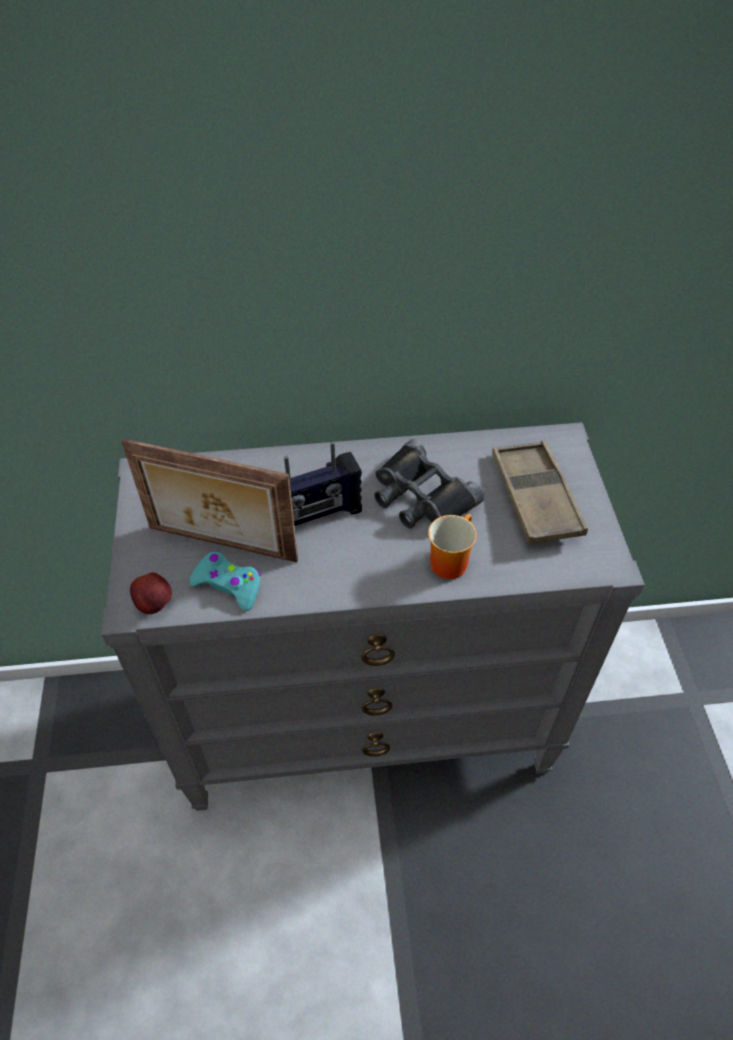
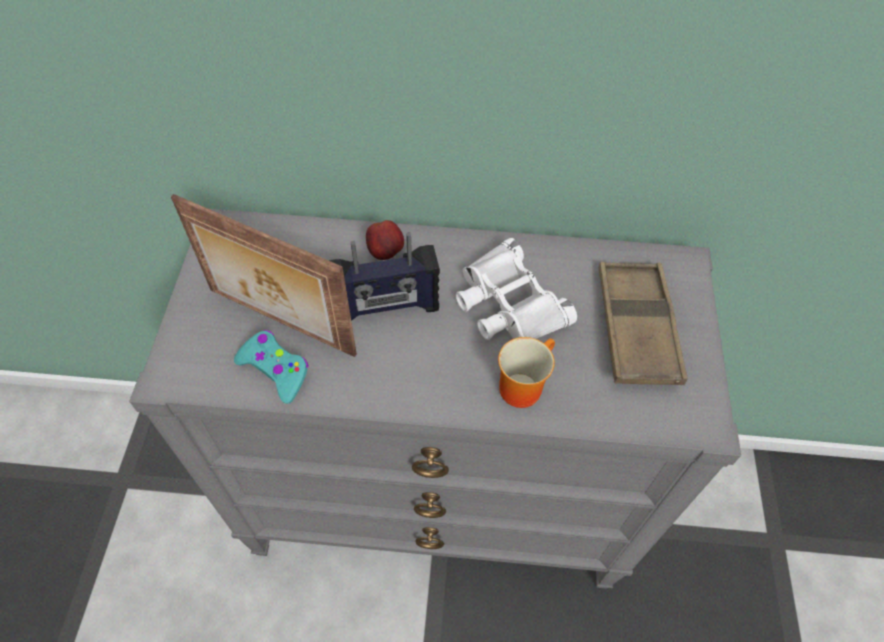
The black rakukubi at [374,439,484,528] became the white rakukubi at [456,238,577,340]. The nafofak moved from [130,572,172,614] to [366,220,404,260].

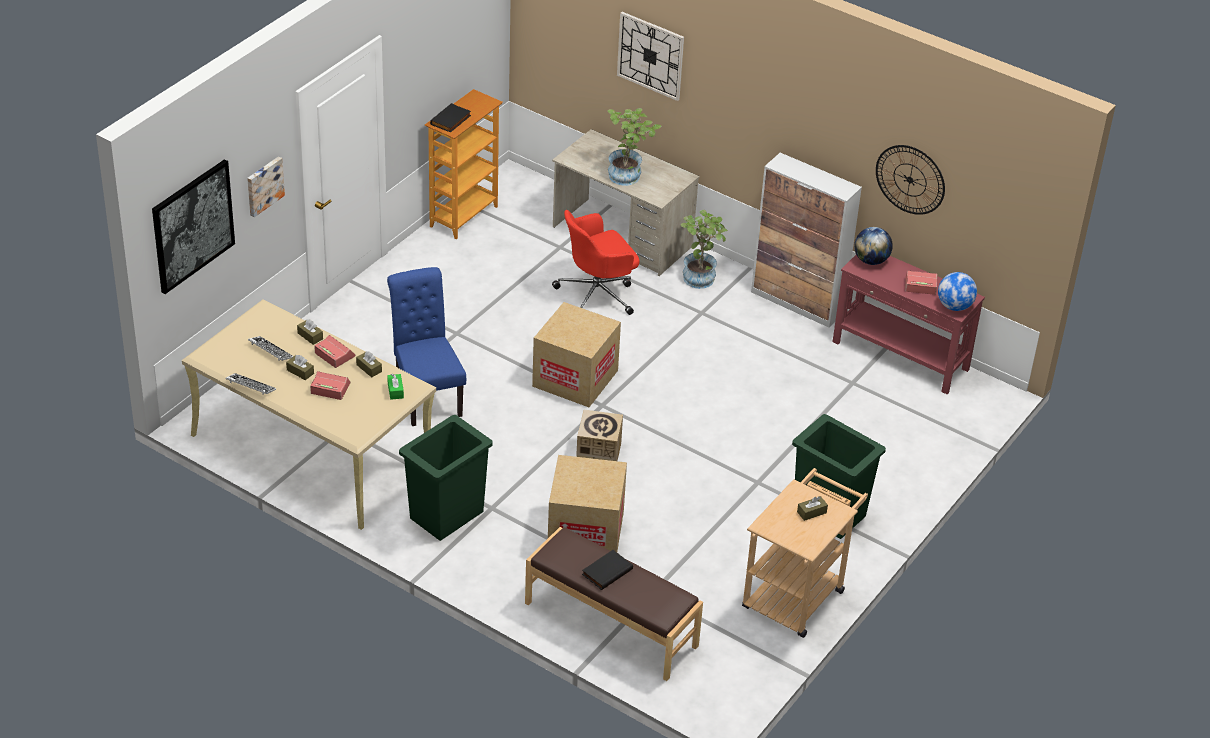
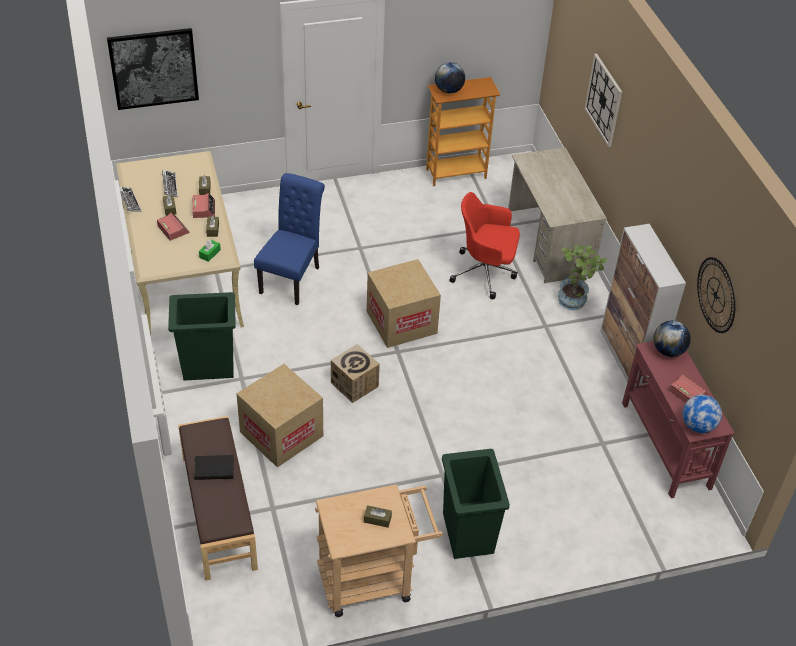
The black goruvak at [430,103,471,133] was replaced by the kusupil at [435,62,465,93]. The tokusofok at [607,108,661,186] disappeared. The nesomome at [247,156,285,217] disappeared.

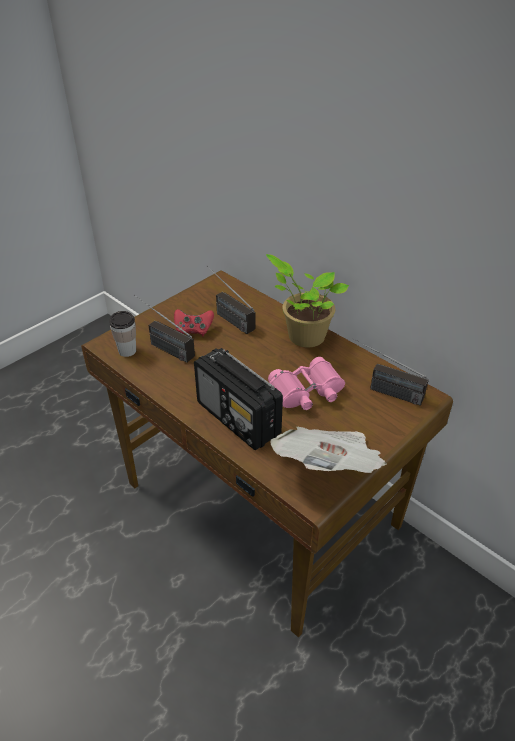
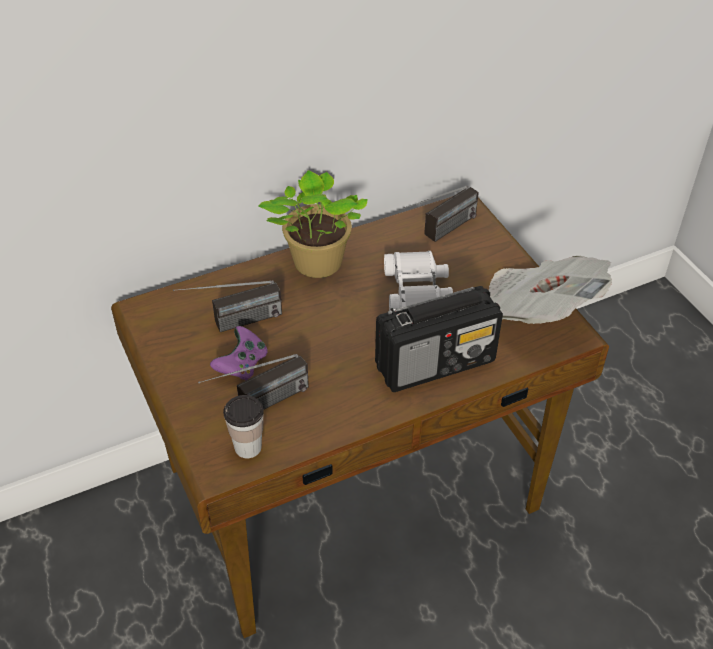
The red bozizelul at [174,309,214,337] became the purple bozizelul at [210,326,268,380]. The pink rakukubi at [268,357,345,410] became the white rakukubi at [384,251,453,311].

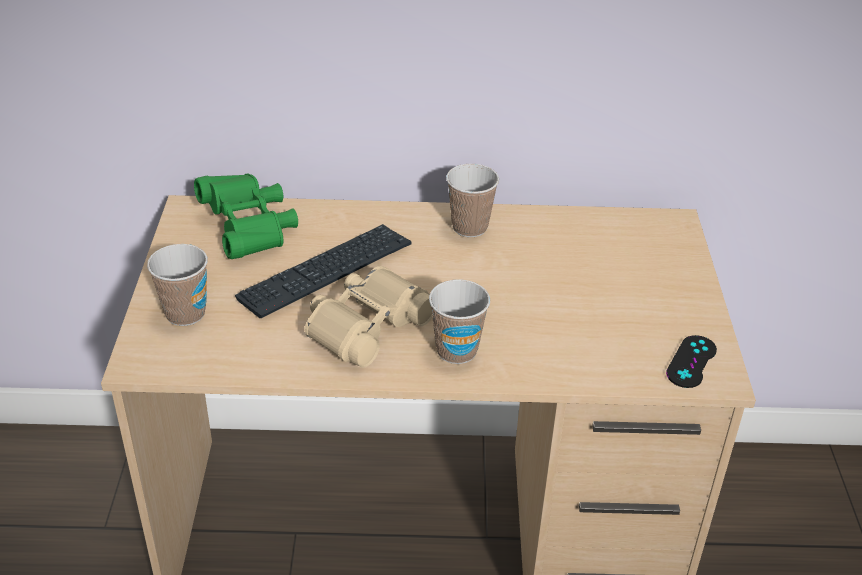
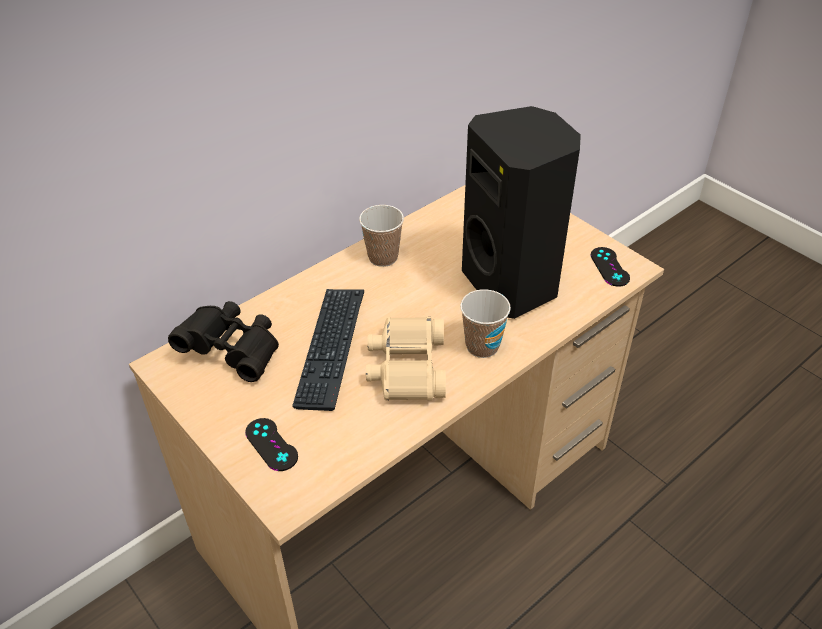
The green rakukubi at [194,174,298,259] became the black rakukubi at [168,301,279,382]. The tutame at [147,244,208,326] was replaced by the black bozizelul at [245,418,298,471]. The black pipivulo at [462,106,581,319] appeared.

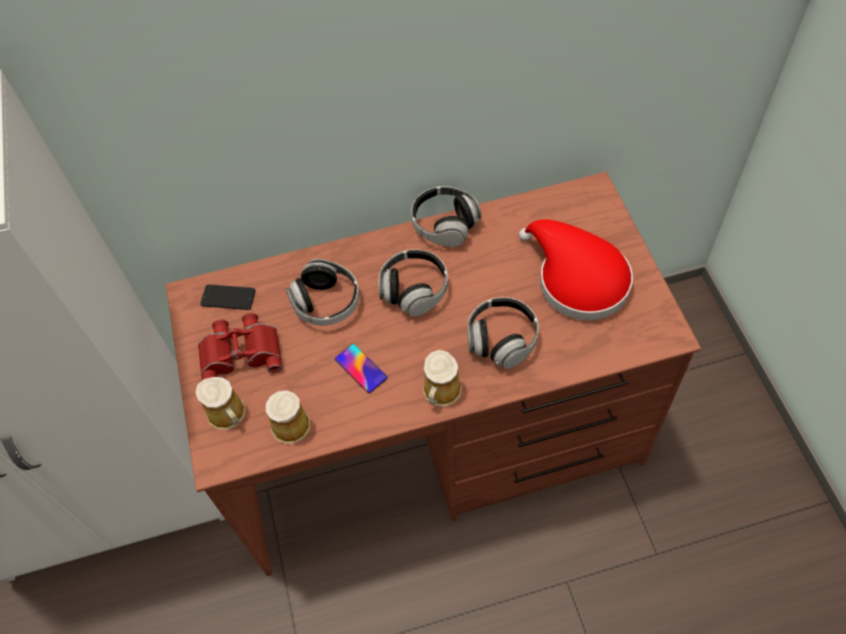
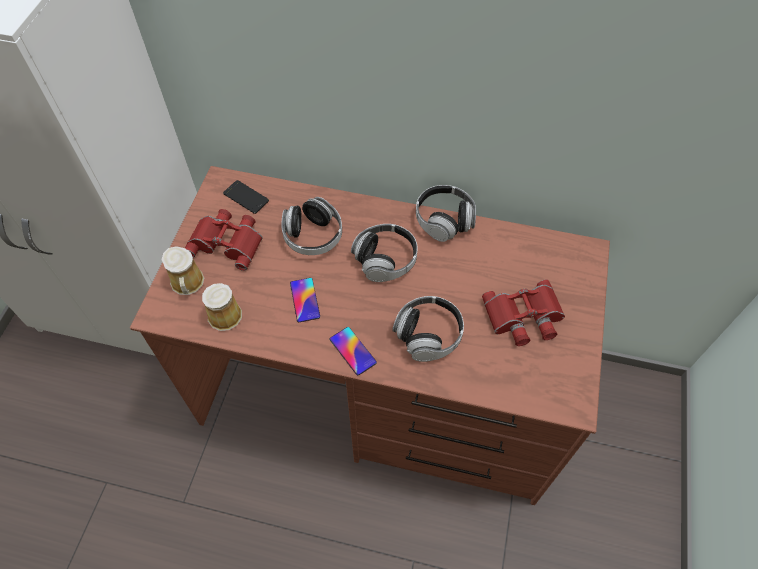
The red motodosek at [519,219,633,320] was replaced by the red rakukubi at [482,280,565,346]. The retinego at [423,350,462,407] was replaced by the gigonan at [330,327,377,375].

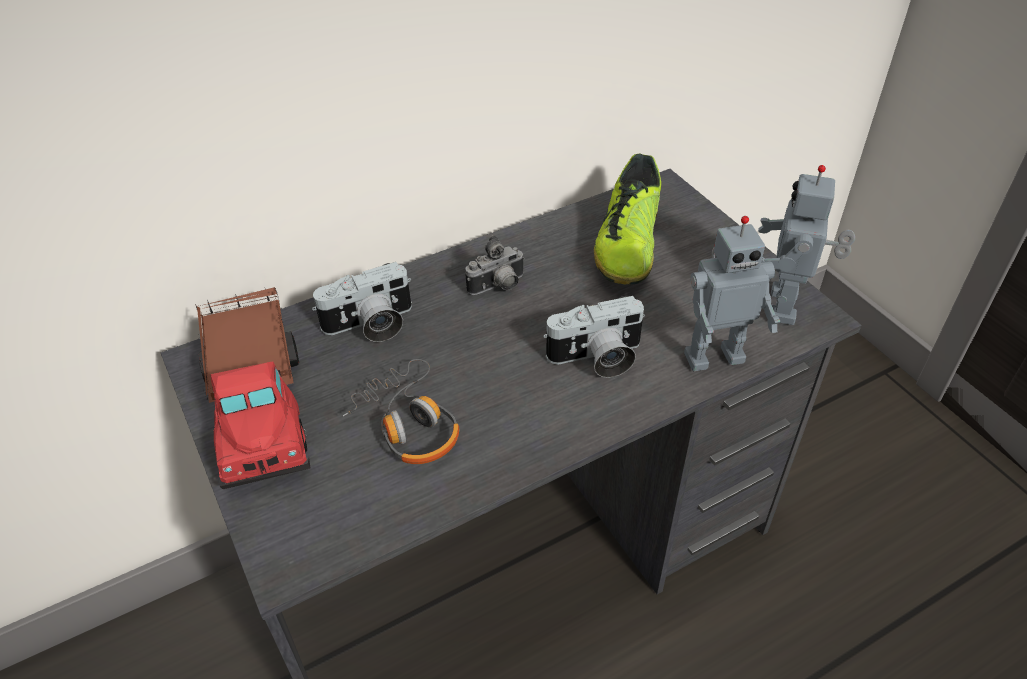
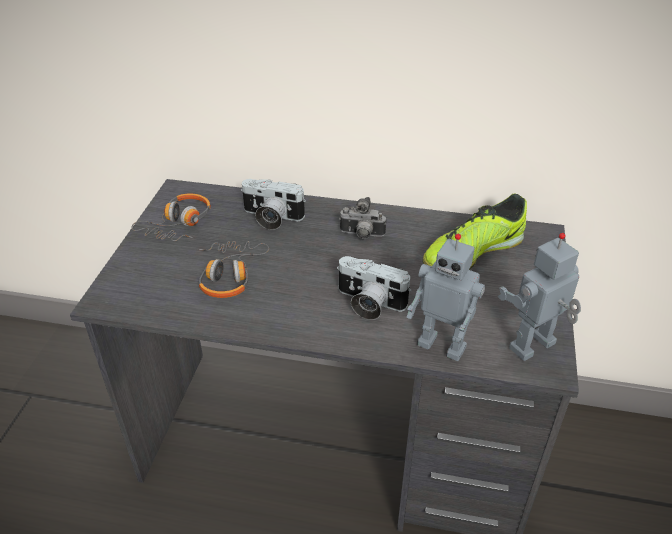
The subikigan at [196,287,310,489] was replaced by the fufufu at [131,194,211,241].

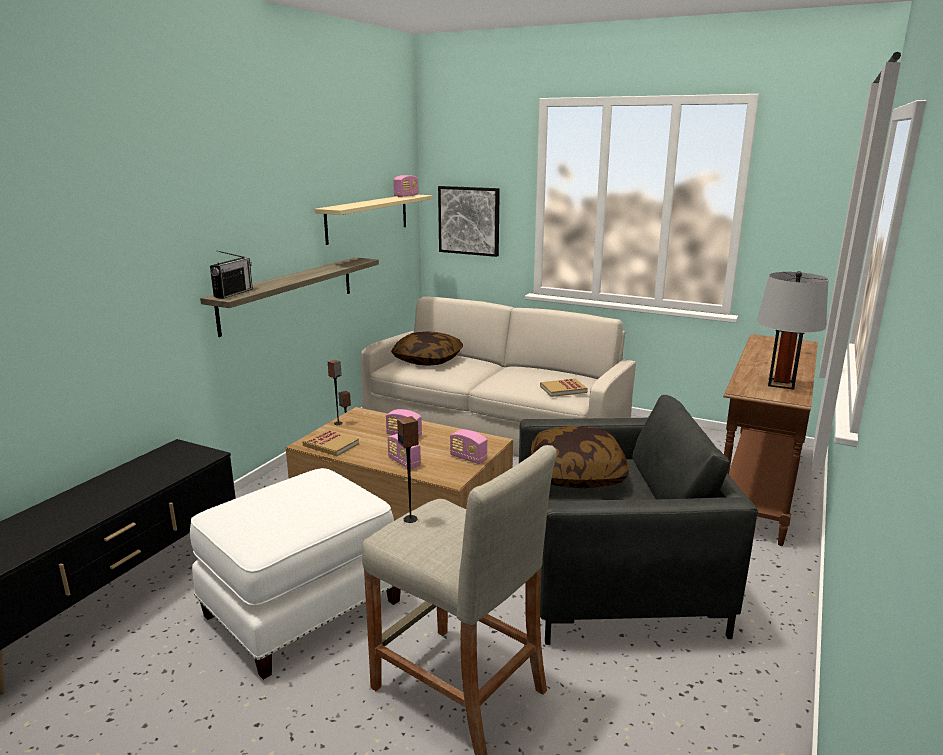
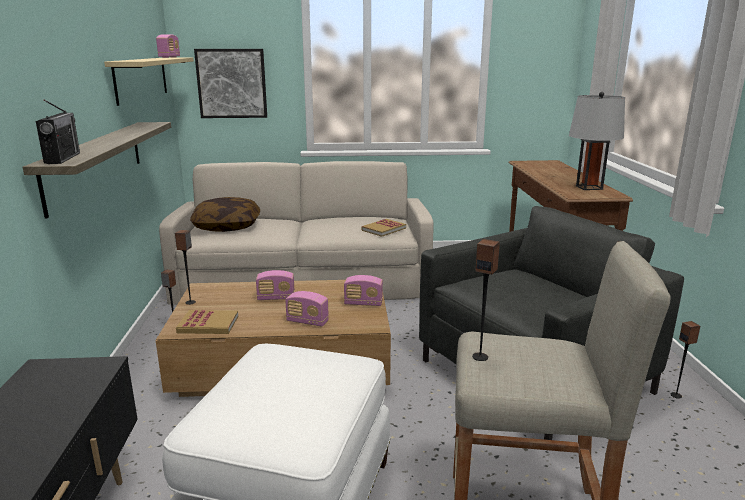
The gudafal at [531,426,629,488] disappeared. The pipivulo at [671,321,700,399] appeared.

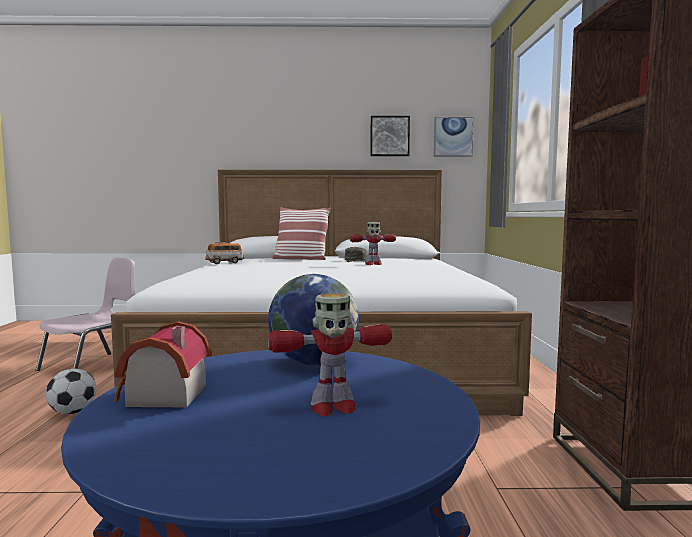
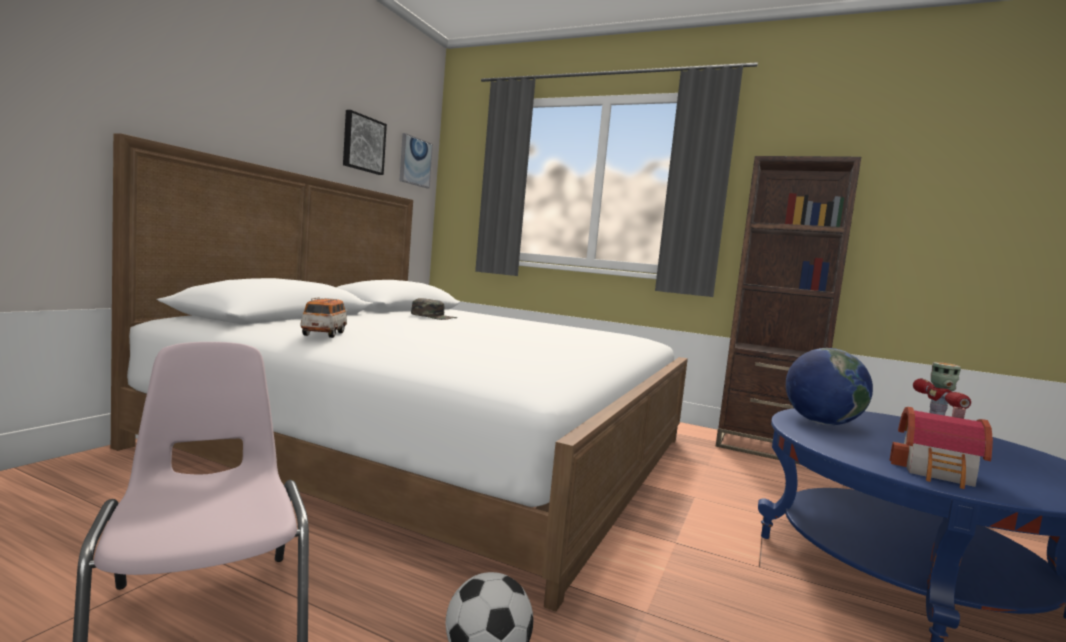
The gudafal at [272,207,331,260] disappeared. The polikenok at [350,222,396,265] disappeared.

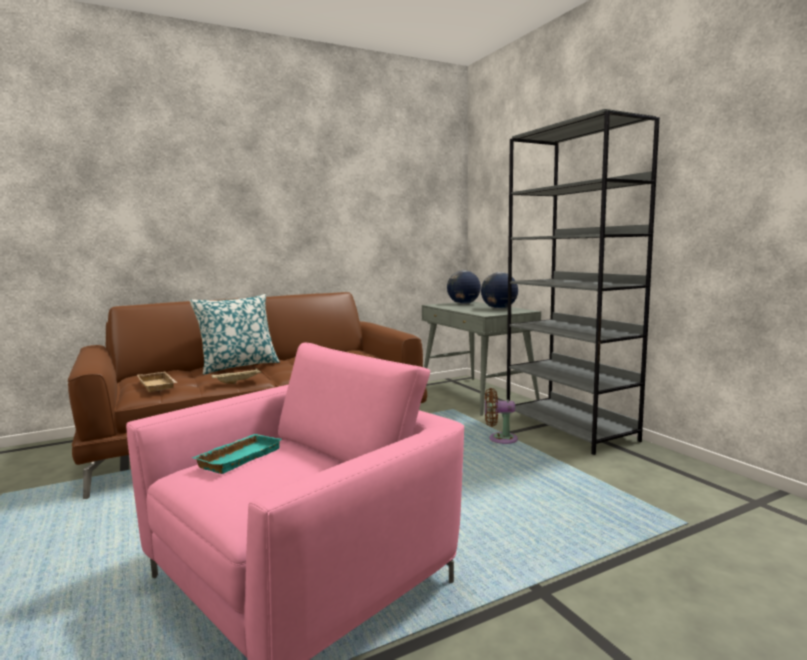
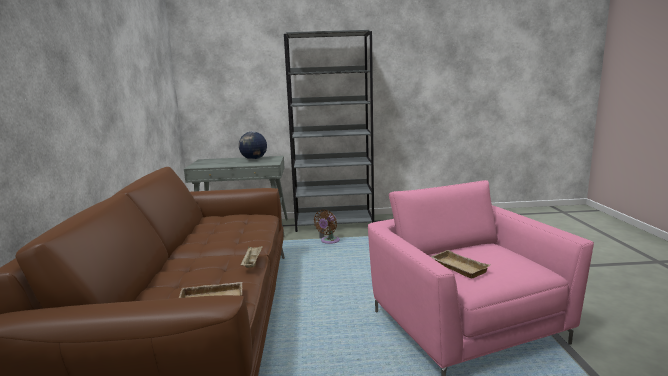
The kusupil at [447,270,481,304] disappeared. The gudafal at [190,294,280,375] disappeared. The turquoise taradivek at [191,434,282,474] became the beige taradivek at [431,250,490,278].

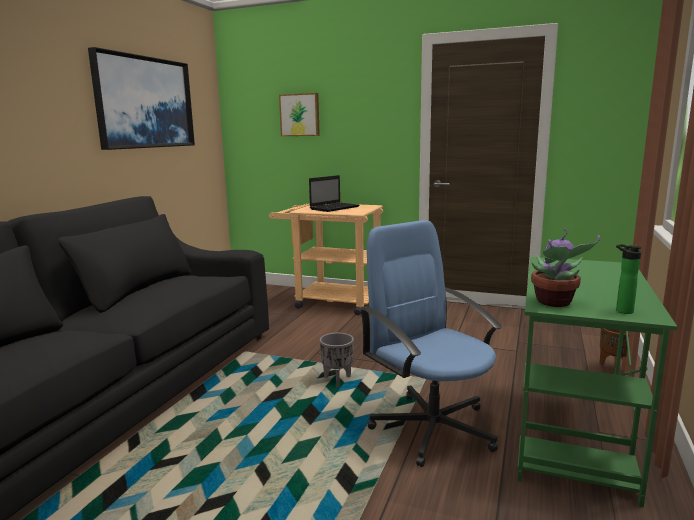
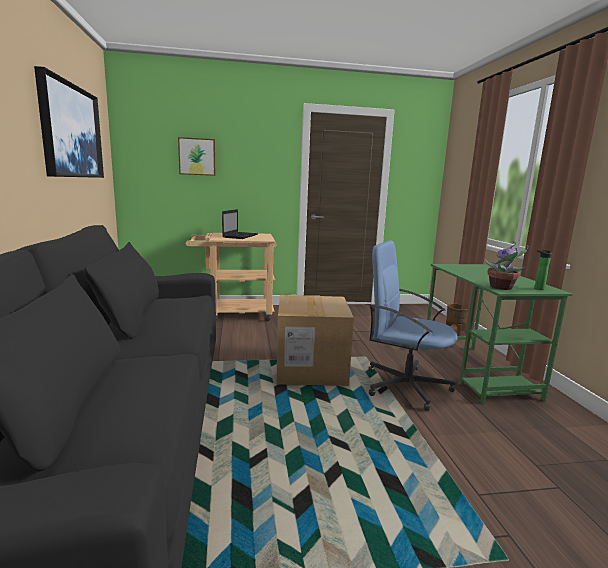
The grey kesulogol at [320,333,354,387] was replaced by the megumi at [276,295,354,386].

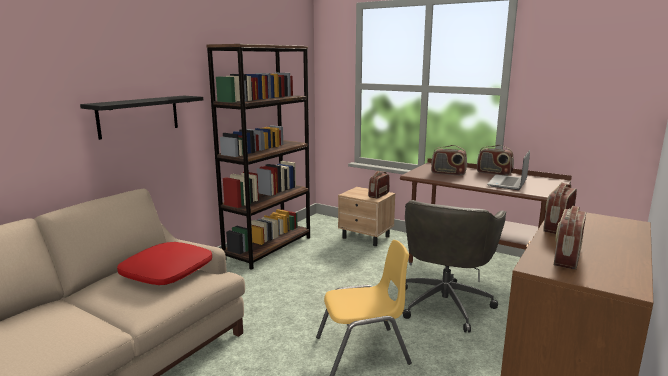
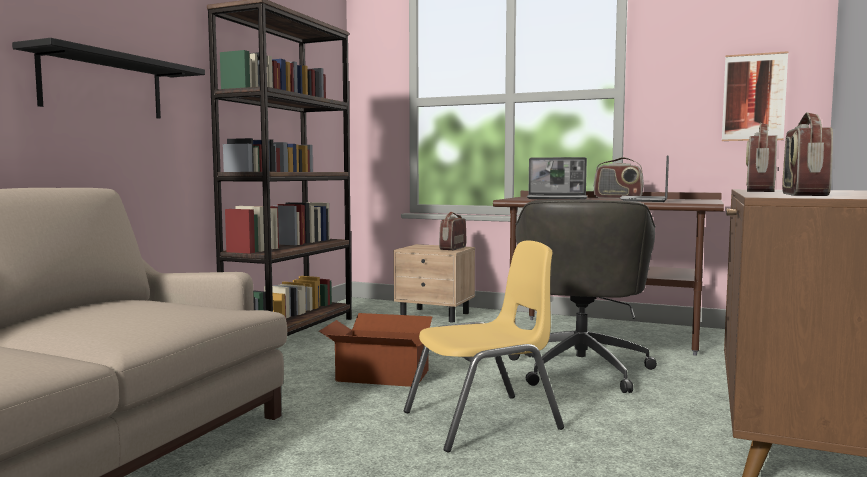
The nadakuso at [431,145,467,176] was replaced by the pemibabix at [527,157,588,199]. The red gudafal at [117,242,212,285] disappeared. The nesomome at [722,51,788,141] appeared. The megumi at [319,313,433,387] appeared.

